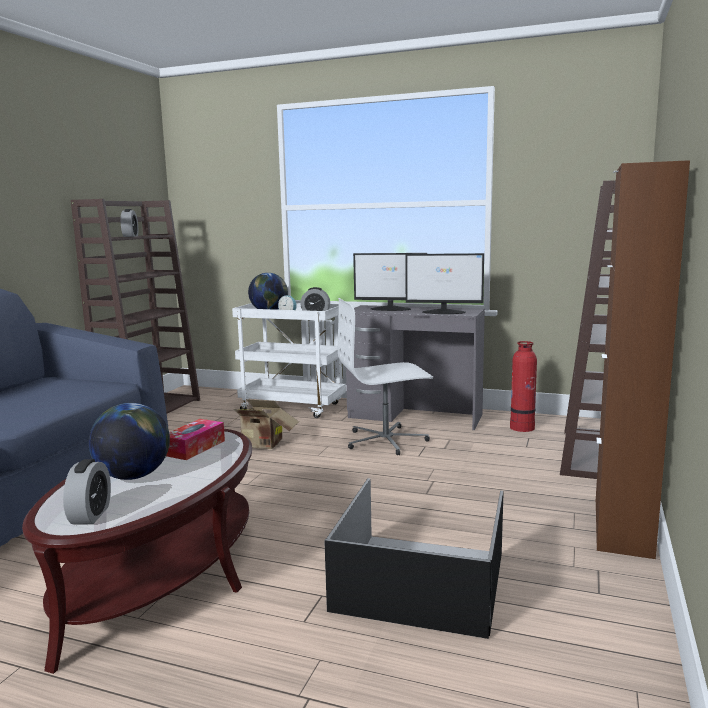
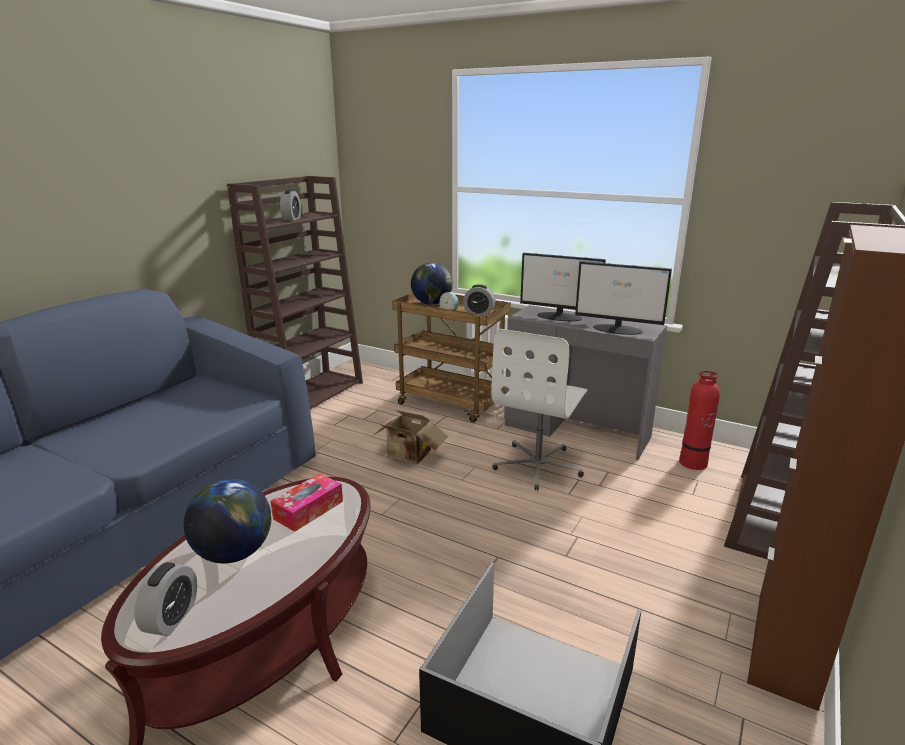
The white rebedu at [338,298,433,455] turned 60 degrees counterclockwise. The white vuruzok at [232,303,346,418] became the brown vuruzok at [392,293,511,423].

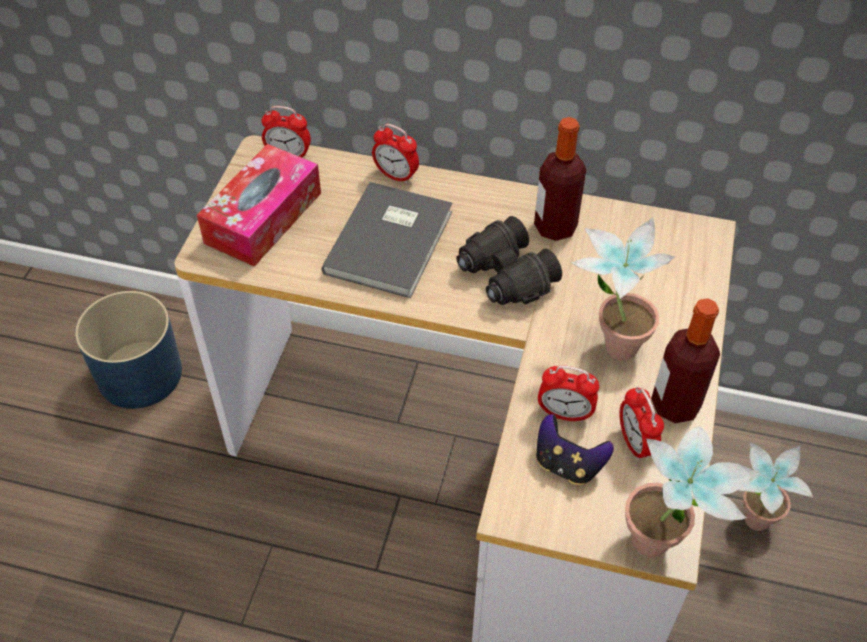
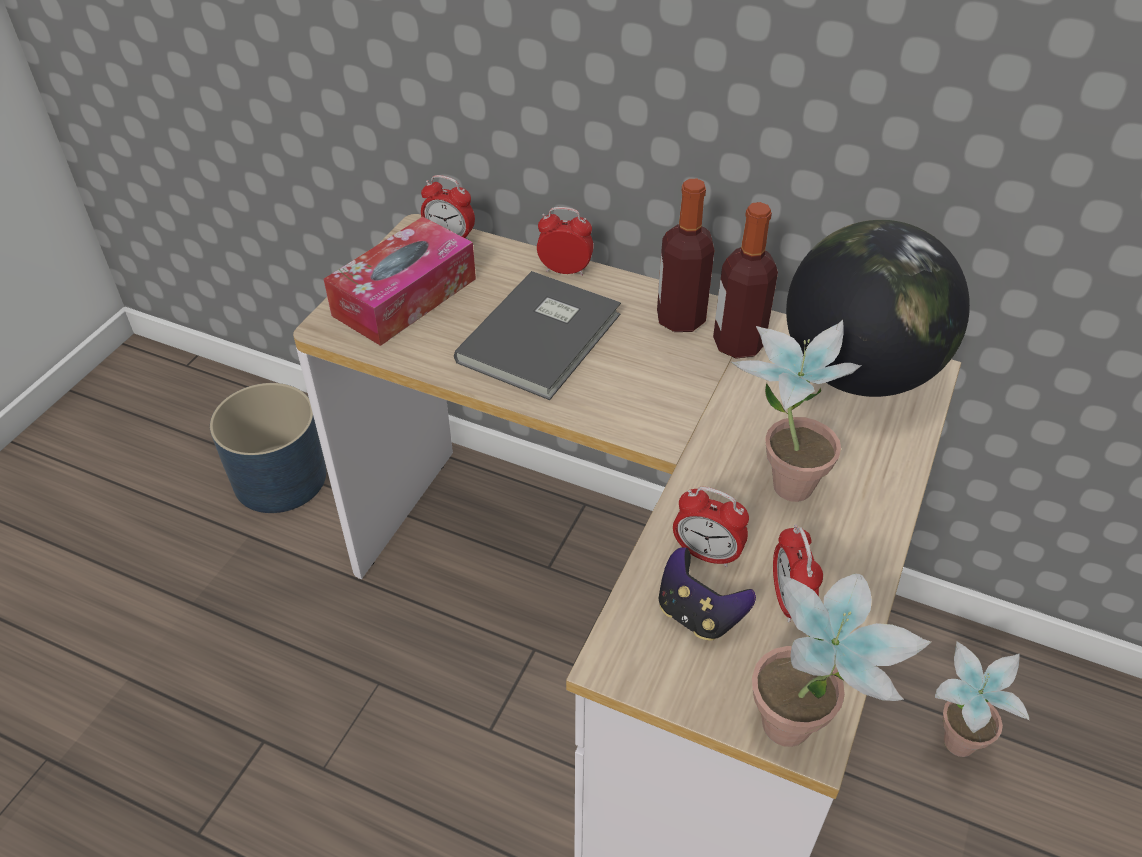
The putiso at [372,124,419,184] turned 150 degrees clockwise. The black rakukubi at [456,216,562,305] disappeared. The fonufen moved from [651,298,720,423] to [657,179,714,332]. The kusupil at [786,220,970,397] appeared.

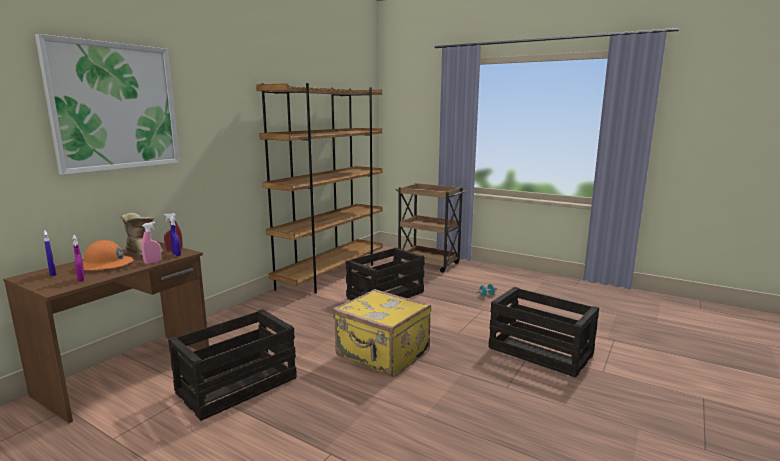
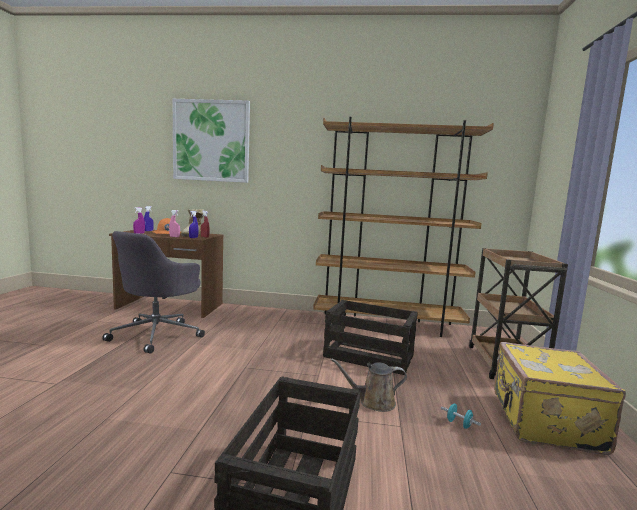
The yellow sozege moved from [333,289,431,377] to [494,342,626,455]. The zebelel at [168,309,297,421] was replaced by the grey rebedu at [102,231,205,354]. The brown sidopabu at [330,358,407,412] appeared.

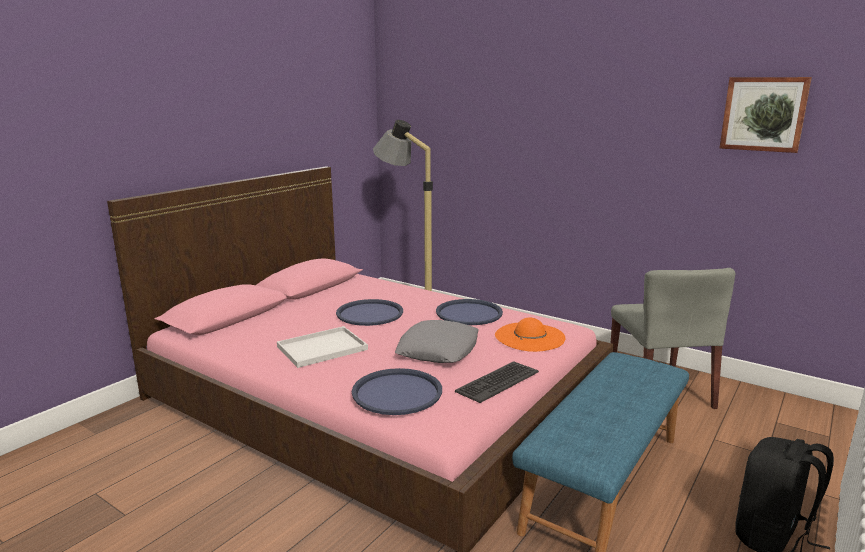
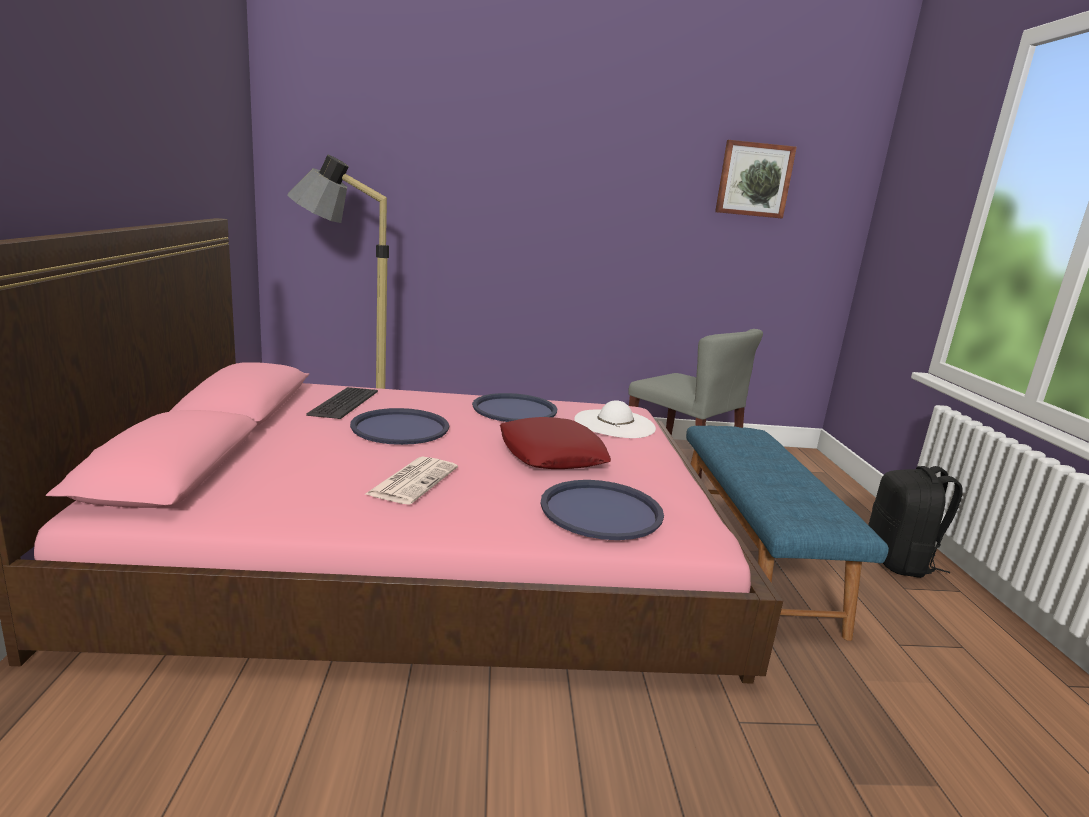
The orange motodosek at [495,317,565,352] became the white motodosek at [574,400,656,438]. The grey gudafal at [395,320,479,363] became the red gudafal at [500,417,611,469]. The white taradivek at [277,326,368,368] was replaced by the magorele at [364,456,458,505]. The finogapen moved from [455,361,539,403] to [306,387,378,419].

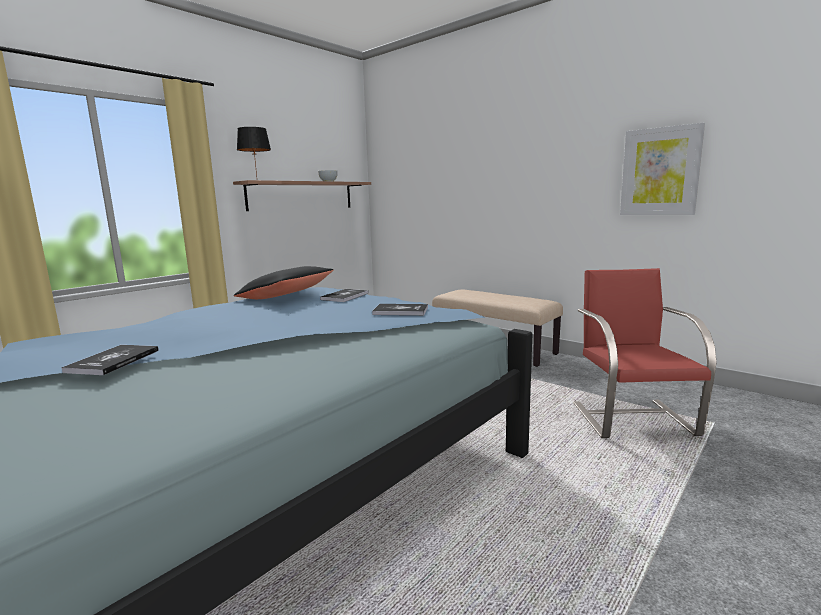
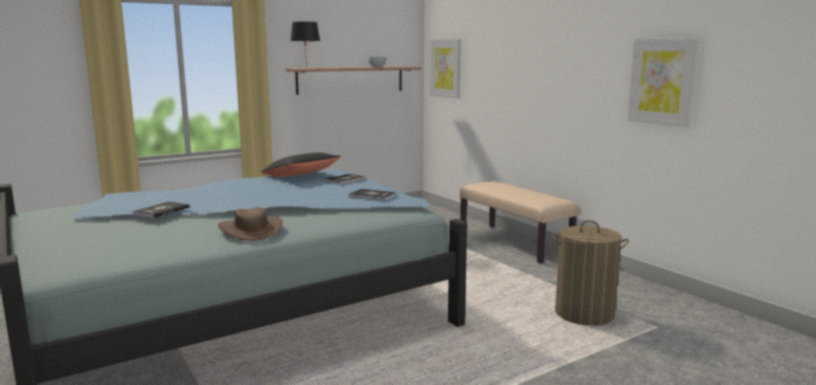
The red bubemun at [573,268,717,438] was replaced by the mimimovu at [552,220,629,326]. The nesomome at [430,39,461,98] appeared. The brown motodosek at [218,207,283,241] appeared.

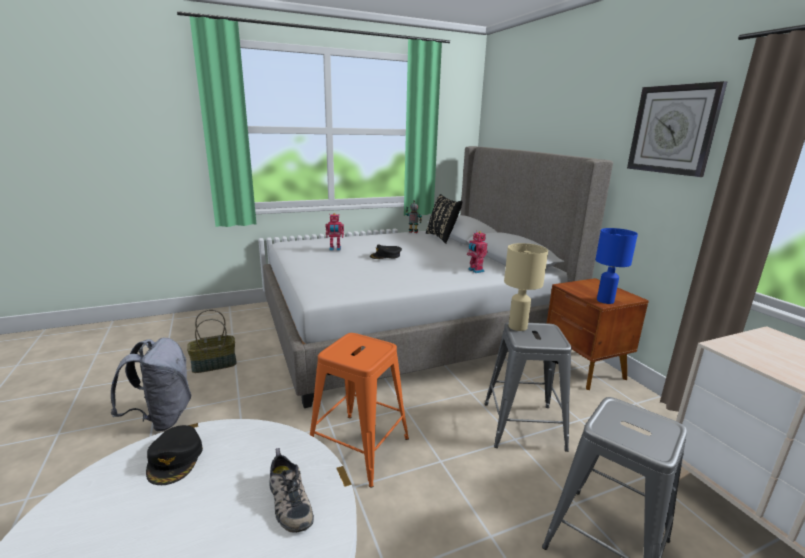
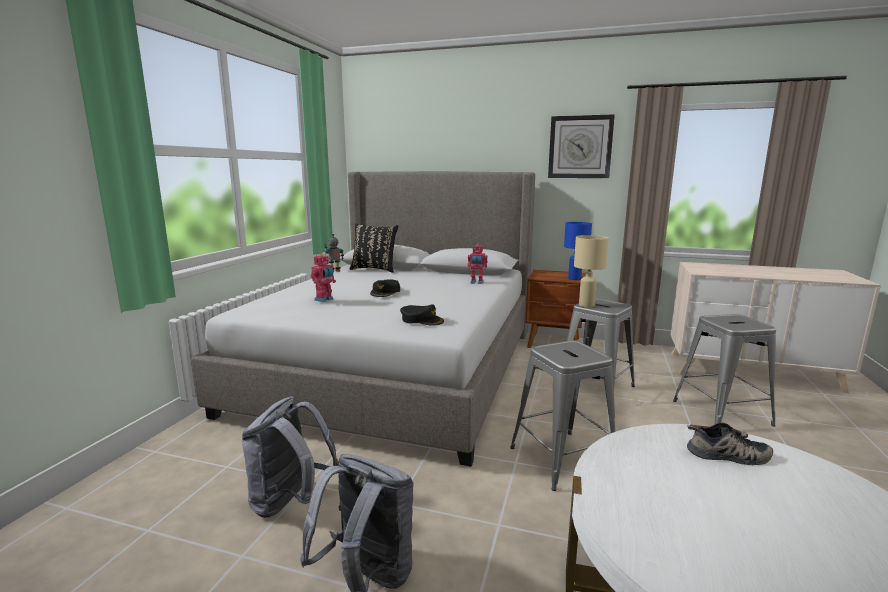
The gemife at [187,310,237,373] was replaced by the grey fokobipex at [242,396,339,518]. The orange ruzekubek at [310,333,409,488] became the grey ruzekubek at [510,340,615,491]. The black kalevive moved from [146,425,203,485] to [400,304,444,326].

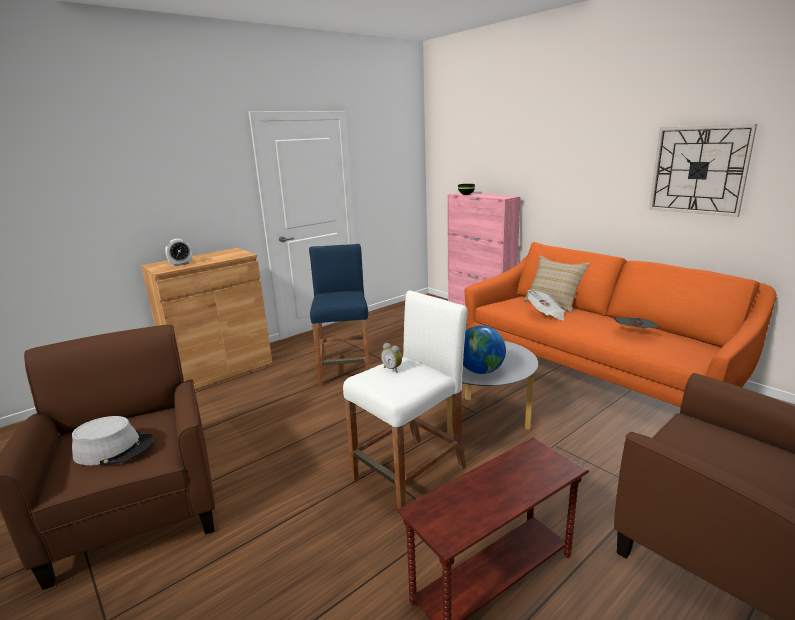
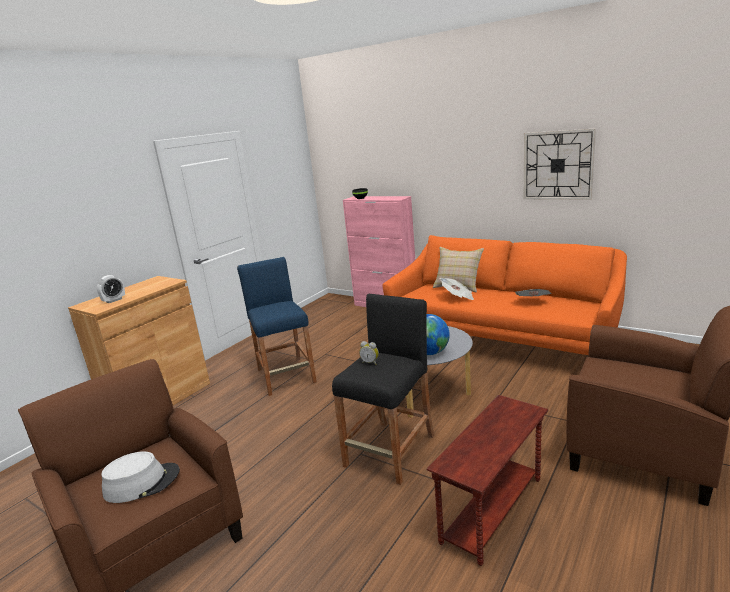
The white ruzekubek at [343,291,468,515] became the black ruzekubek at [332,294,434,485].

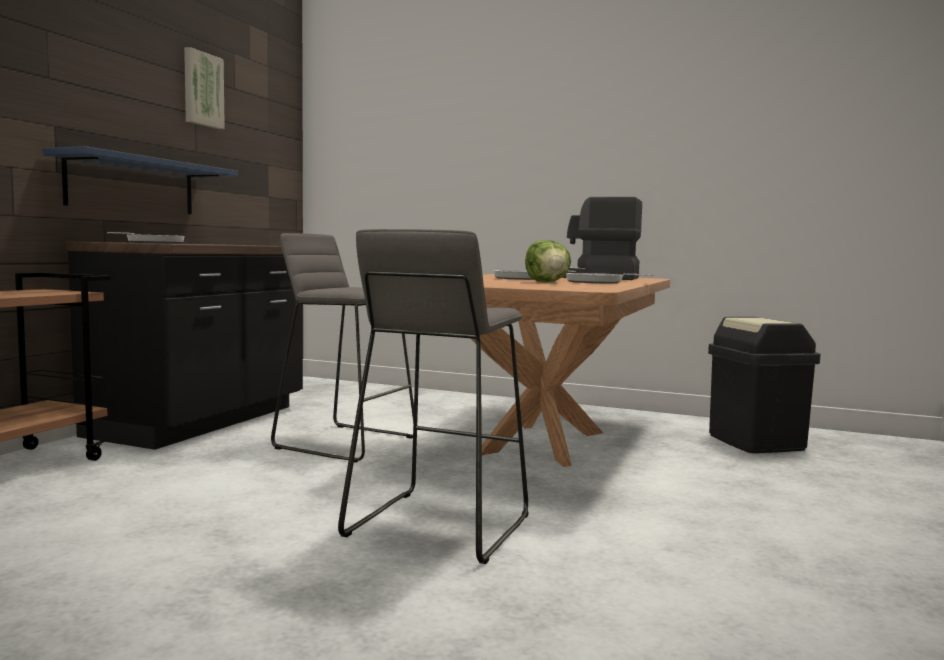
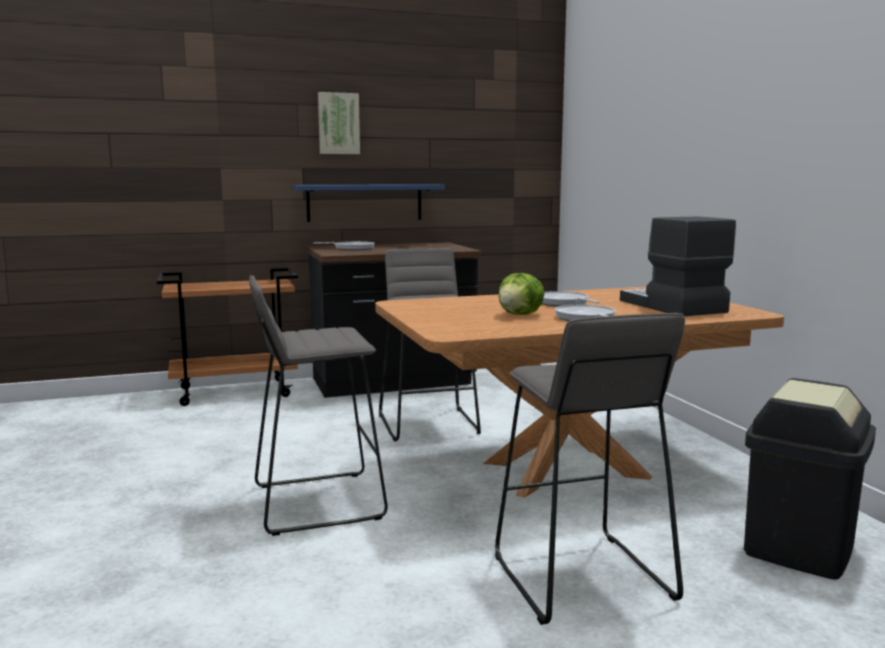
The nesomome moved from [184,47,225,129] to [318,92,360,154]. The grey ruzekubek at [495,313,685,625] appeared.

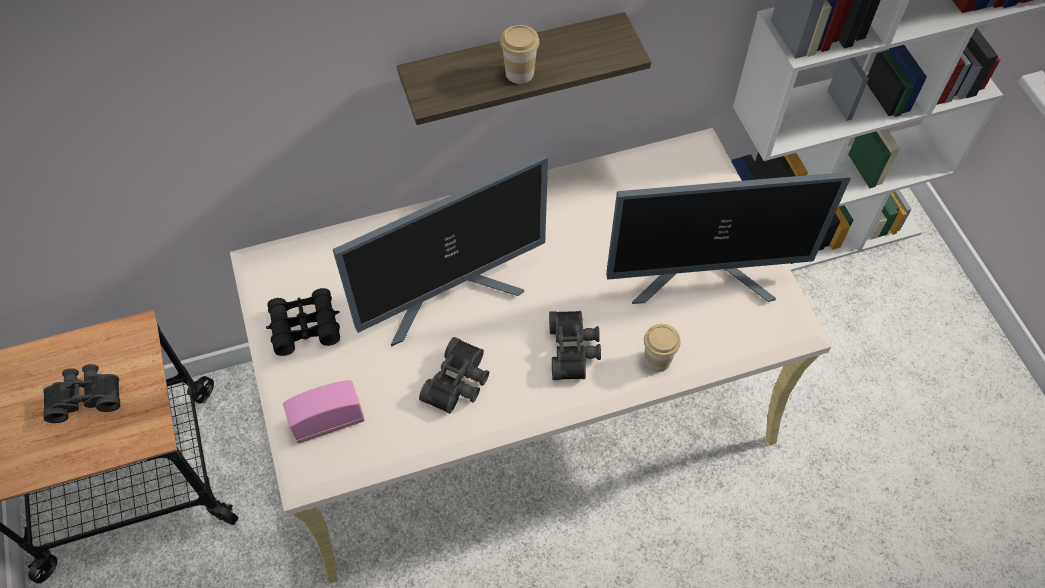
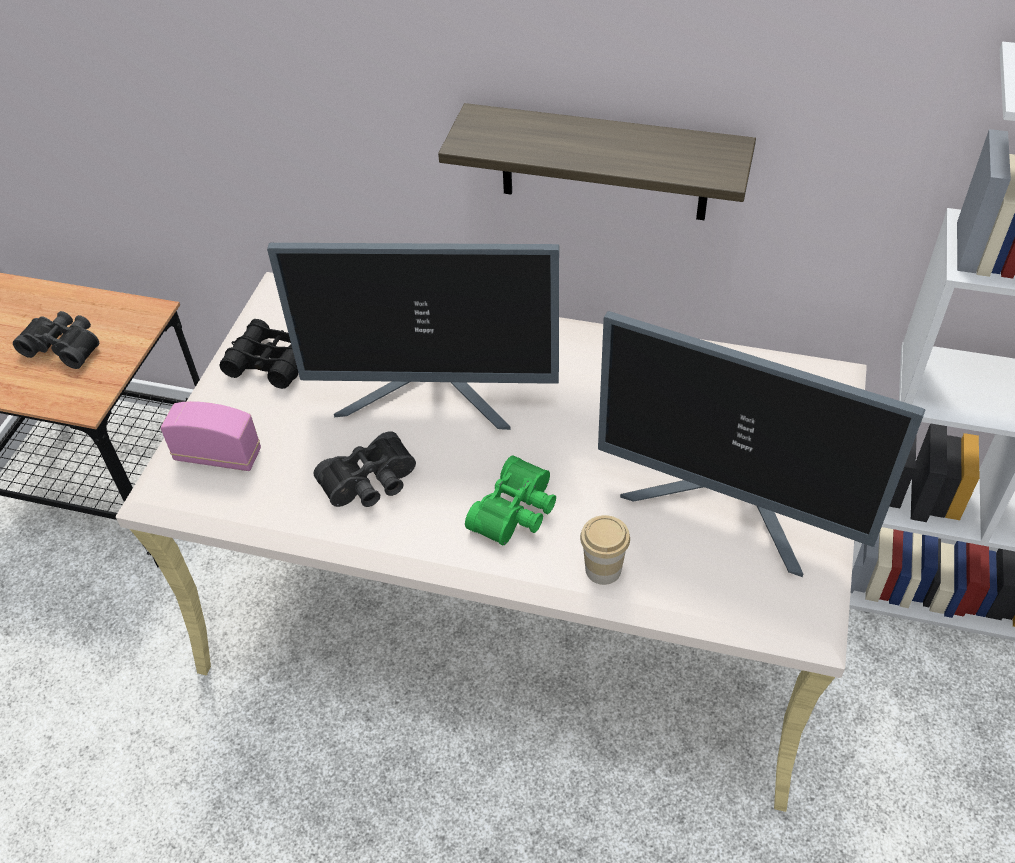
The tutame at [500,25,539,84] disappeared. The black rakukubi at [549,311,601,380] became the green rakukubi at [465,455,556,546].

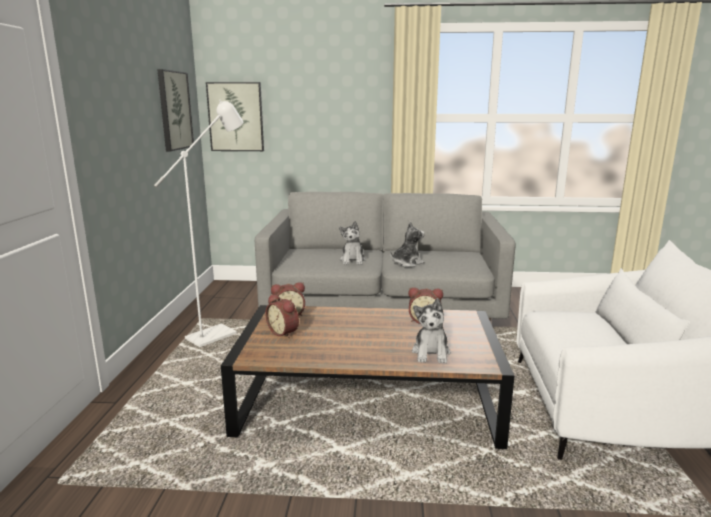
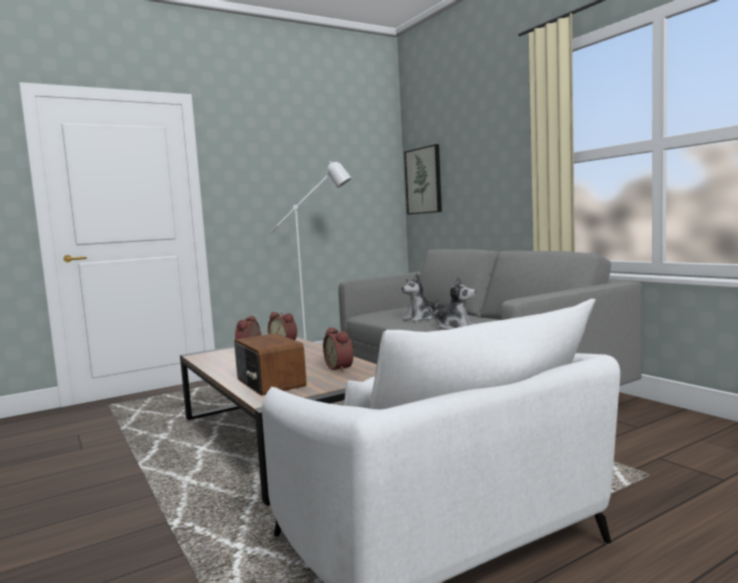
The nesomome at [157,69,194,151] disappeared. The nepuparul at [412,298,451,364] was replaced by the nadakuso at [234,333,307,396].

